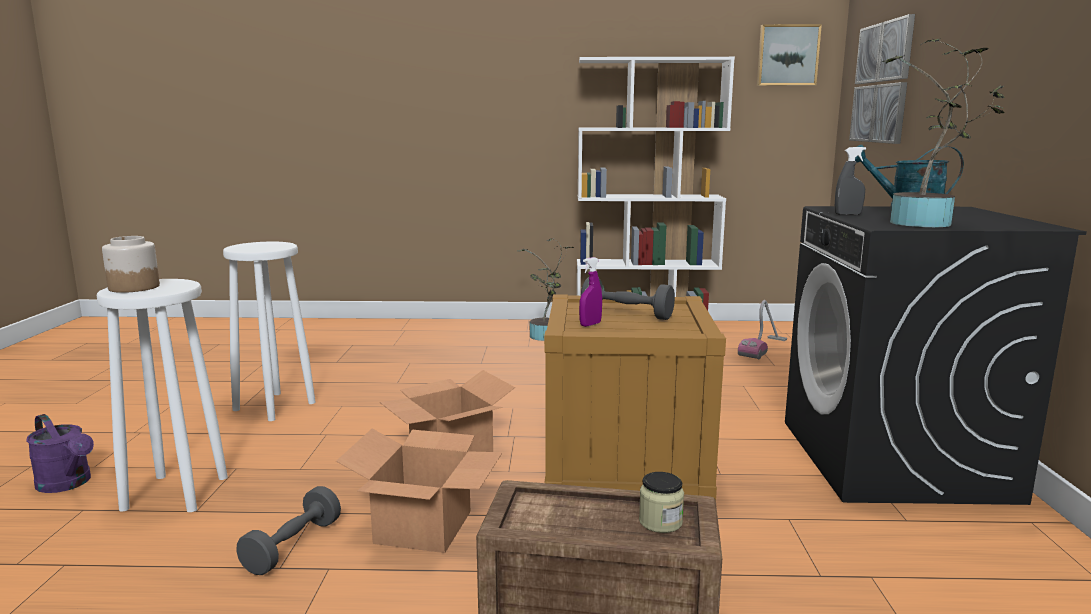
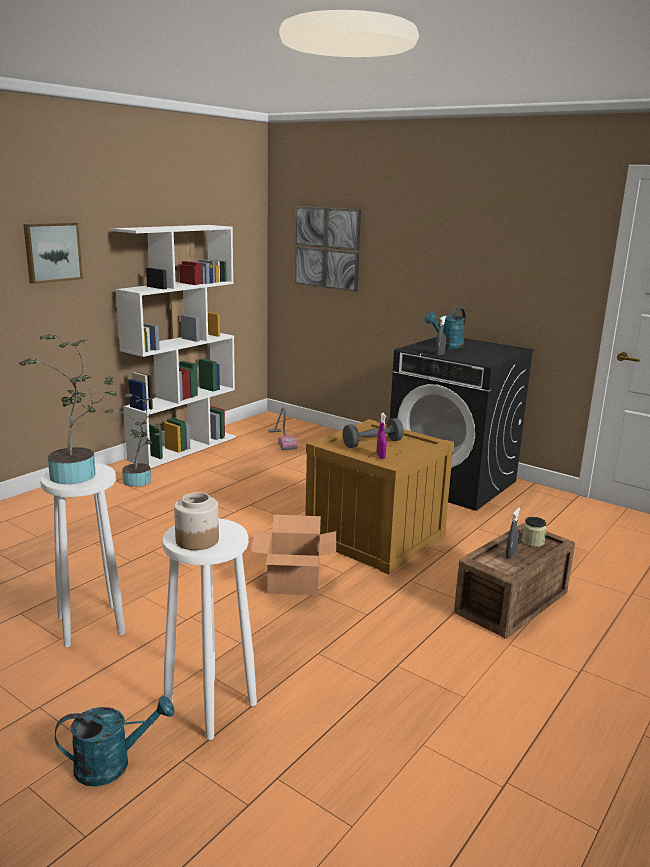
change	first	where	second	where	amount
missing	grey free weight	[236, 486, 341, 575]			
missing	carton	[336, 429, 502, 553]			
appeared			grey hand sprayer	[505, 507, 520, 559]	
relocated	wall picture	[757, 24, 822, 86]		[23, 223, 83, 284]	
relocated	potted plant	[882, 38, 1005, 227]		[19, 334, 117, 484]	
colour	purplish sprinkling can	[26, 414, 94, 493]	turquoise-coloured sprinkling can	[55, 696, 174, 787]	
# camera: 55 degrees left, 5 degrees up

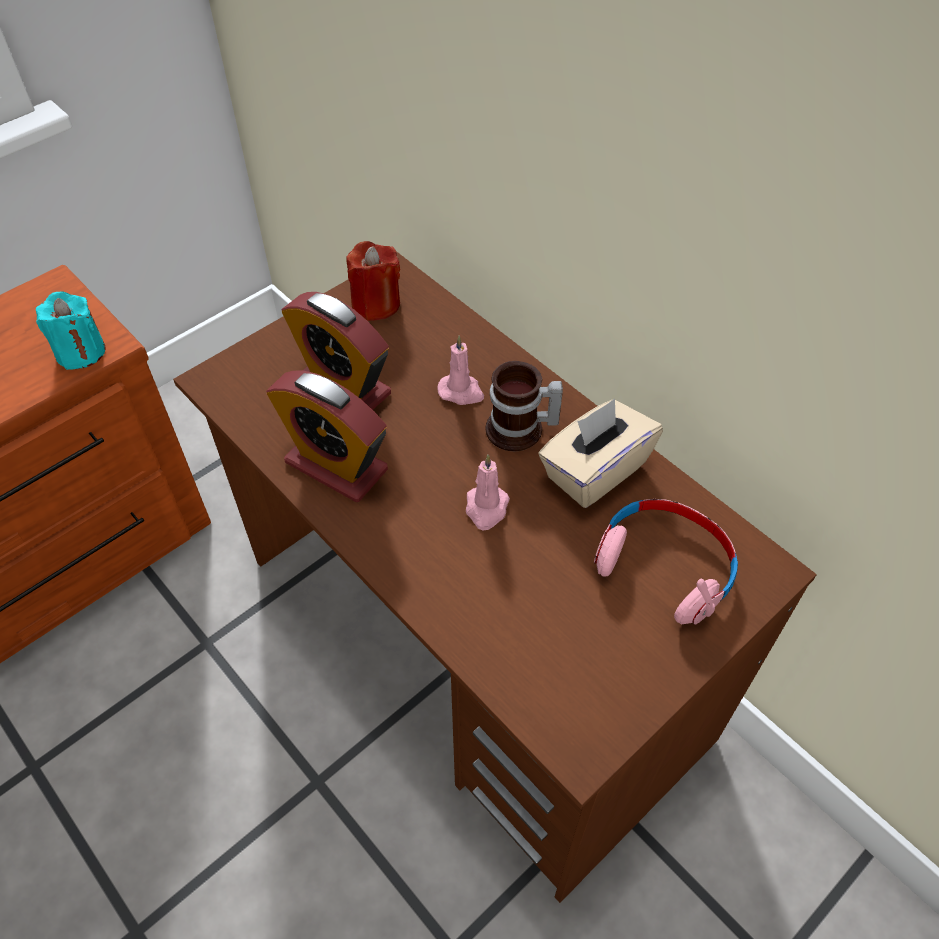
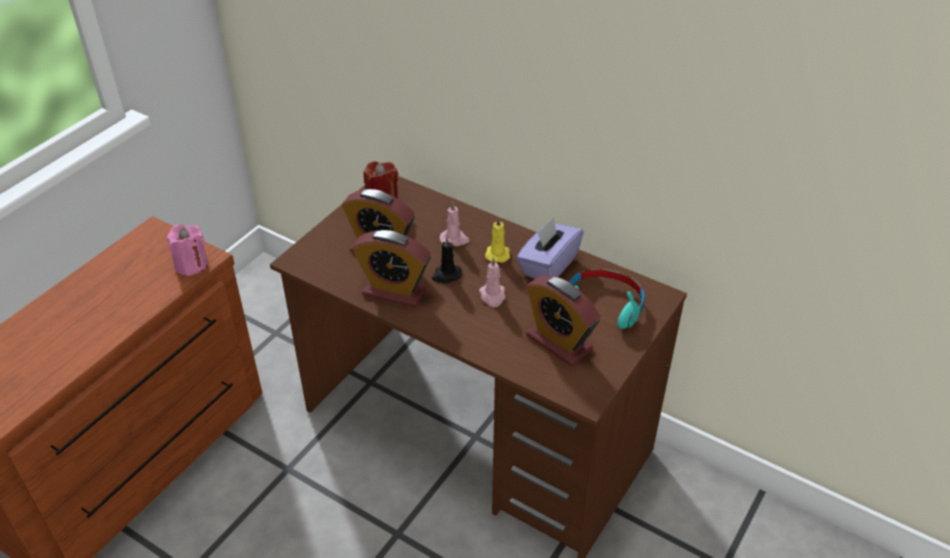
change	first	where	second	where	amount
appeared			black wax light	[432, 236, 462, 283]	
appeared			alarm clock	[526, 275, 600, 366]	
exchanged	mug	[486, 361, 563, 451]	yellow-coloured wax light	[485, 216, 510, 263]	
colour	turquoise-coloured wax light	[36, 292, 106, 370]	pink wax light	[167, 224, 208, 276]	
colour	sand-coloured tissue holder	[538, 399, 663, 508]	purplish tissue holder	[517, 218, 584, 279]	
colour	pink headphones	[594, 499, 738, 625]	turquoise-coloured headphones	[569, 269, 645, 329]	
# camera: 15 degrees left, 10 degrees down

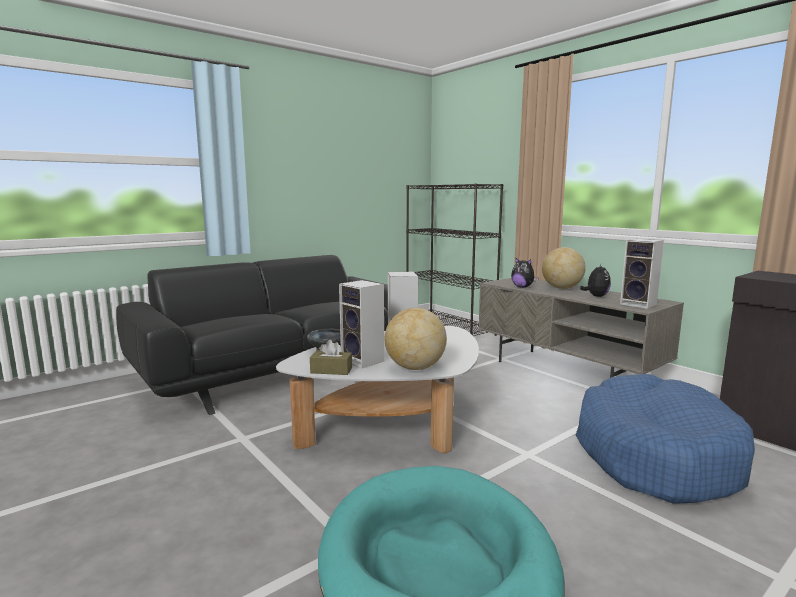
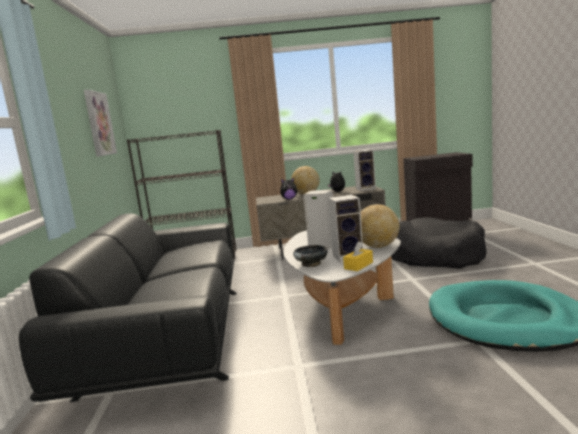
change	first	where	second	where	amount
appeared			wall picture	[84, 90, 117, 157]	
colour	brown-coloured tissue holder	[310, 340, 352, 375]	yellow-coloured tissue holder	[343, 241, 373, 271]	
colour	bluish pet bed	[576, 374, 755, 504]	black pet bed	[391, 217, 486, 269]	
# camera: 55 degrees left, 0 degrees up

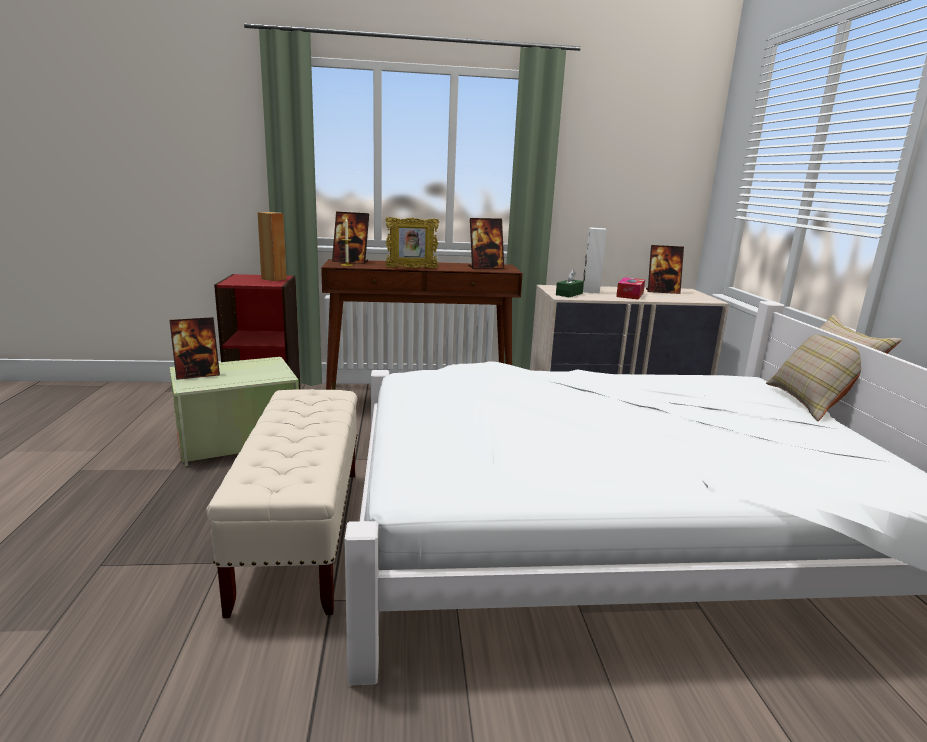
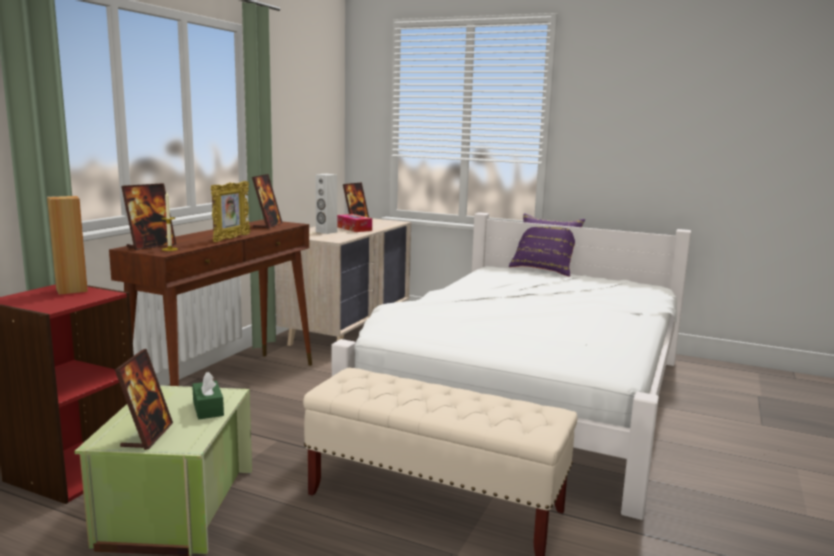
change	first	where	second	where	amount
relocated	green-coloured tissue holder	[556, 270, 584, 297]		[192, 371, 224, 419]	
colour	sand-coloured pillow	[766, 314, 902, 421]	purplish pillow	[509, 214, 585, 276]	
# camera: 60 degrees left, 5 degrees down

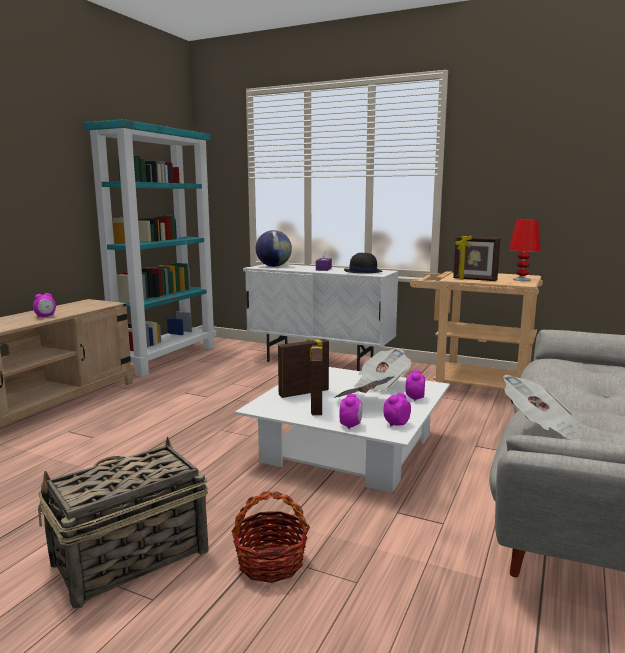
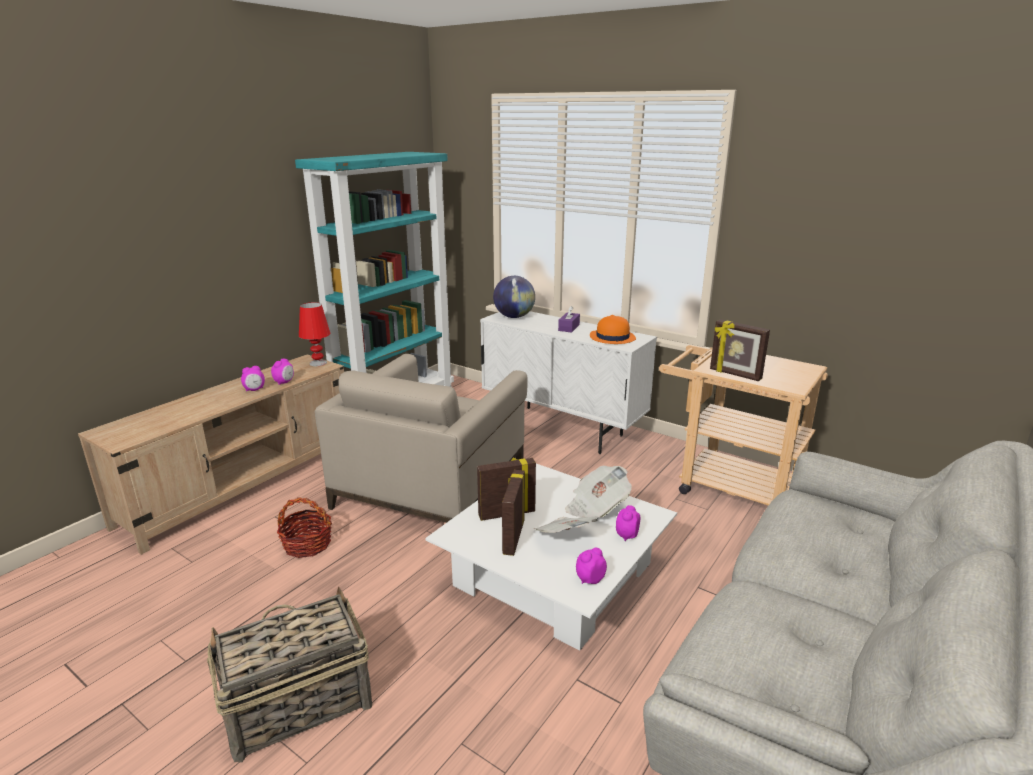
change	first	where	second	where	amount
missing	printed paper	[503, 375, 580, 441]			
appeared			sand-coloured easy chair	[315, 354, 528, 523]	
relocated	storage basket	[231, 491, 310, 583]		[277, 497, 332, 558]	
relocated	alarm clock	[339, 394, 362, 429]		[271, 359, 294, 385]	
relocated	red tabletop lamp	[509, 219, 541, 281]		[299, 302, 330, 366]	
colour	black clothing hat	[344, 253, 382, 273]	orangey clothing hat	[590, 315, 636, 344]	
# camera: 10 degrees right, 10 degrees up

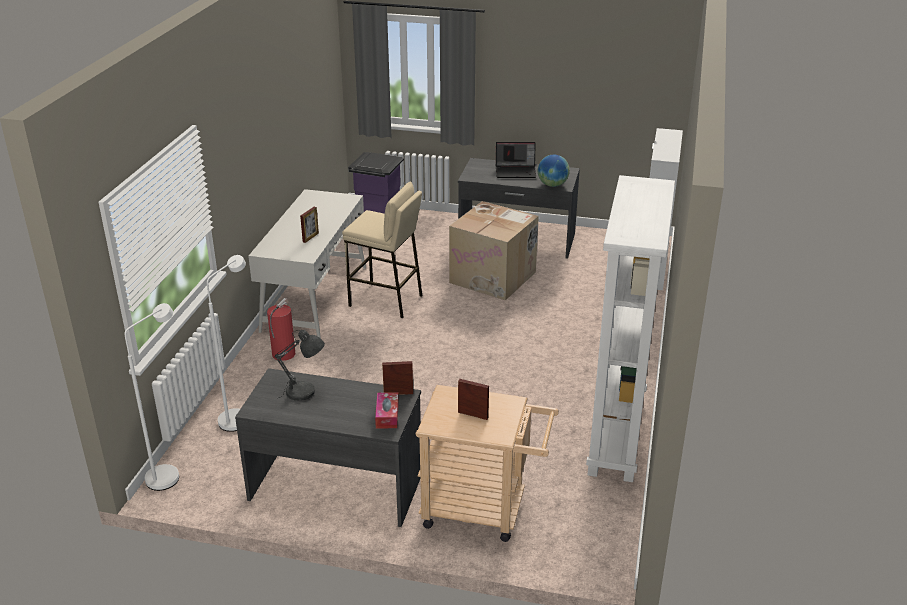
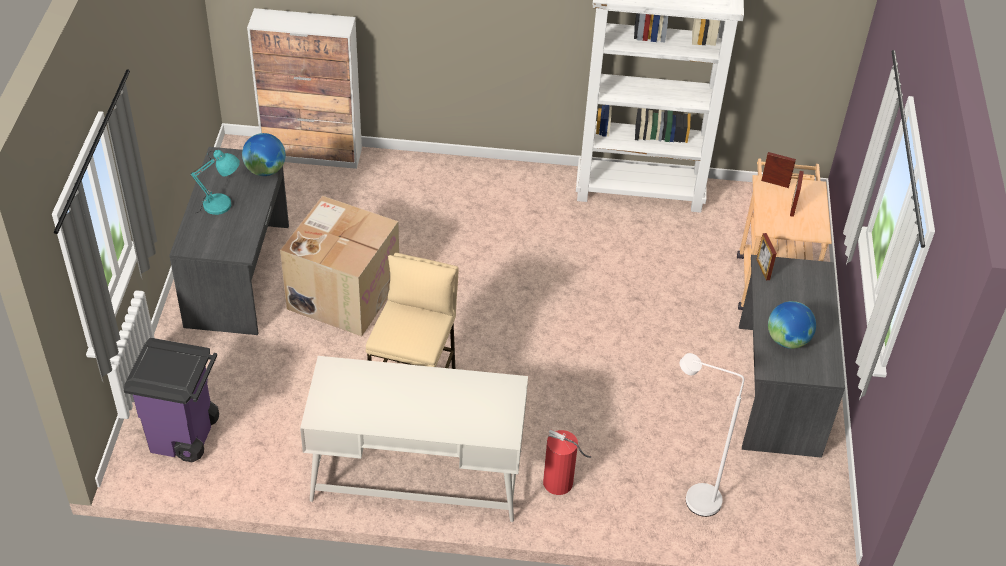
change	first	where	second	where	amount
missing	whitish floor lamp	[125, 303, 179, 491]			
missing	tissue holder	[375, 392, 399, 428]			
relocated	picture frame	[300, 207, 319, 243]		[761, 152, 796, 188]	
exchanged	grey tabletop lamp	[274, 330, 325, 401]	desk globe	[768, 301, 816, 349]	
exchanged	notebook computer	[496, 142, 536, 178]	turquoise-coloured tabletop lamp	[190, 150, 240, 215]	
# camera: 100 degrees left, 15 degrees up

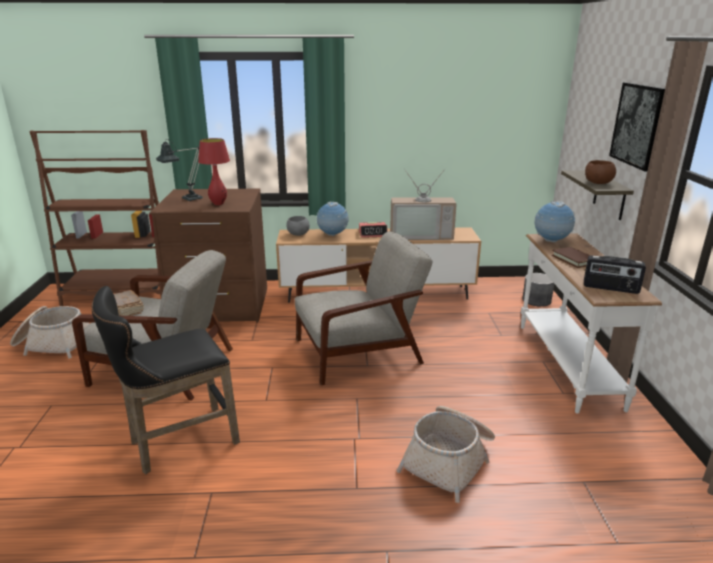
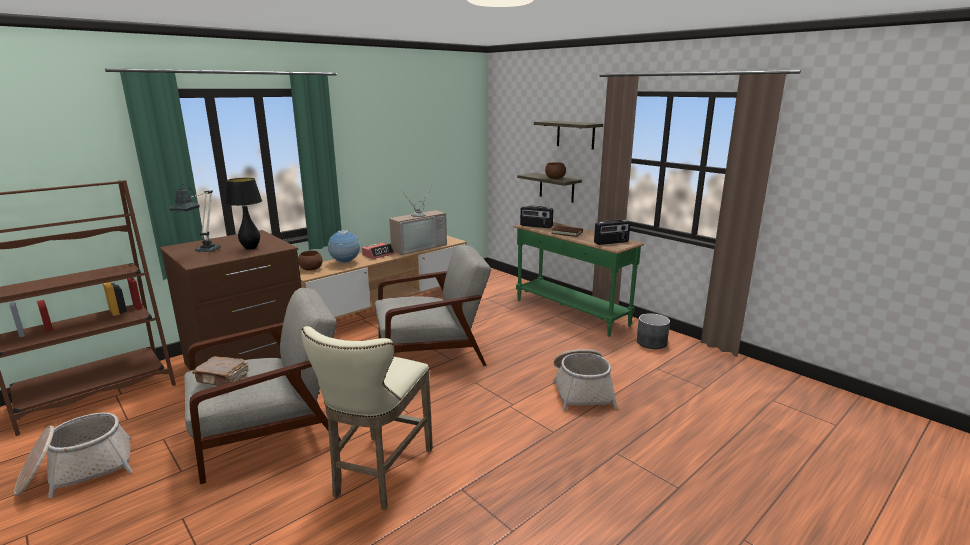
change	first	where	second	where	amount
relocated	grey flower pot	[522, 273, 554, 307]		[637, 313, 670, 349]	
exchanged	desk globe	[534, 201, 575, 242]	radio	[520, 206, 553, 228]	
exchanged	wall picture	[609, 82, 665, 172]	wall shelf	[534, 121, 603, 150]	
colour	black stool seat	[92, 286, 240, 474]	sand-coloured stool seat	[301, 326, 433, 510]	
colour	red tabletop lamp	[198, 138, 230, 205]	black tabletop lamp	[226, 178, 262, 250]	
colour	grey deep dish	[287, 216, 310, 236]	brown-coloured deep dish	[298, 251, 323, 271]	
colour	whitish console table	[521, 234, 662, 414]	green-coloured console table	[513, 222, 644, 337]	
spun	grey easy chair	[295, 231, 432, 385]		[375, 244, 491, 366]	45 degrees clockwise
# camera: 40 degrees left, 5 degrees down

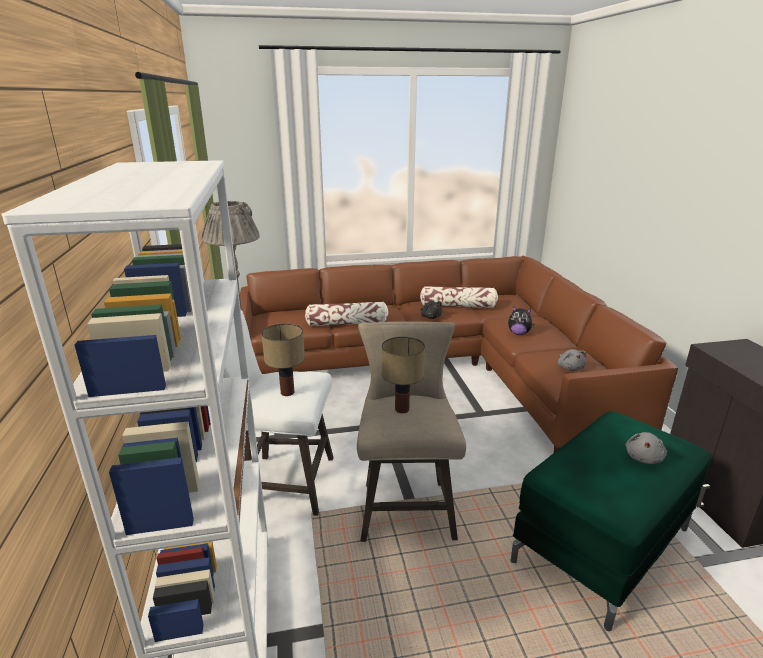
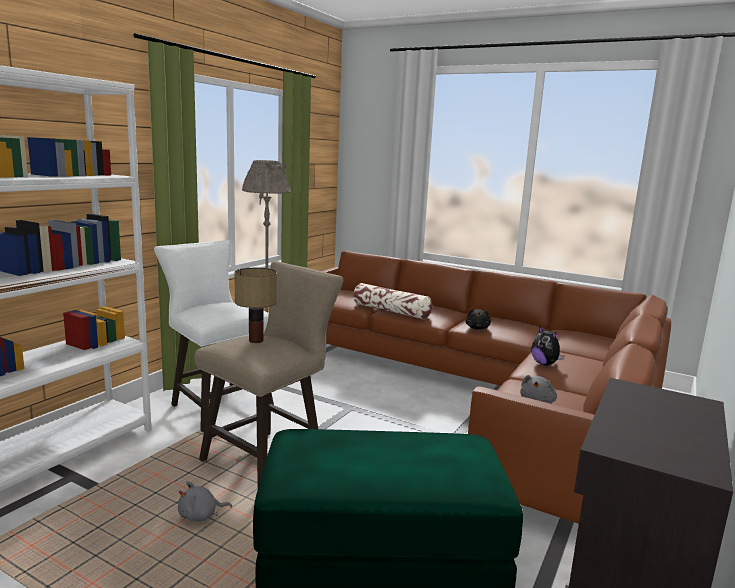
change	first	where	second	where	amount
missing	tabletop lamp	[261, 324, 305, 396]			
missing	pillow	[420, 286, 498, 308]			
relocated	grey soft toy	[625, 432, 667, 464]		[178, 481, 232, 522]	
# camera: 40 degrees right, 10 degrees down

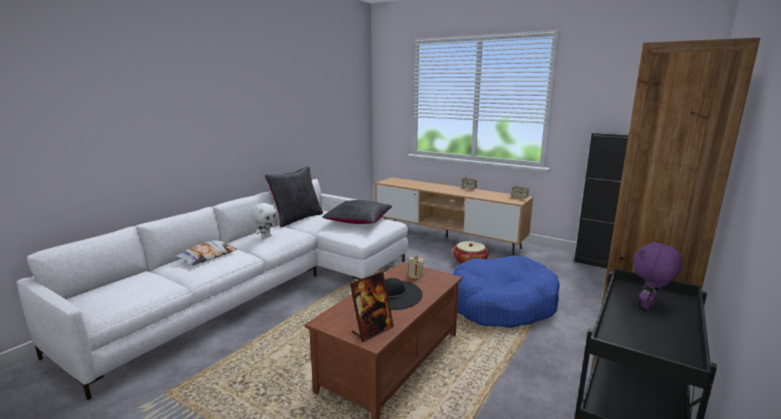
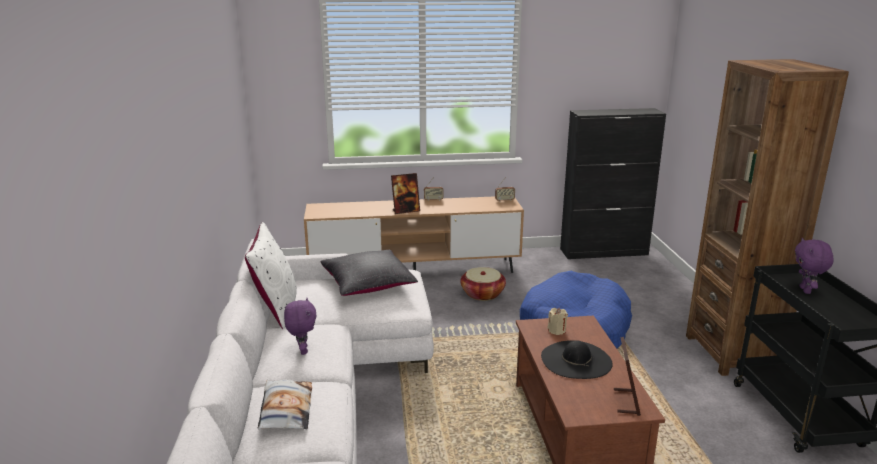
change	first	where	second	where	amount
appeared			picture frame	[391, 173, 420, 214]	
colour	whitish soft toy	[251, 203, 277, 239]	purplish soft toy	[284, 298, 317, 355]	
colour	black pillow	[265, 166, 323, 227]	whitish pillow	[245, 222, 297, 329]	
# camera: 40 degrees left, 5 degrees up

